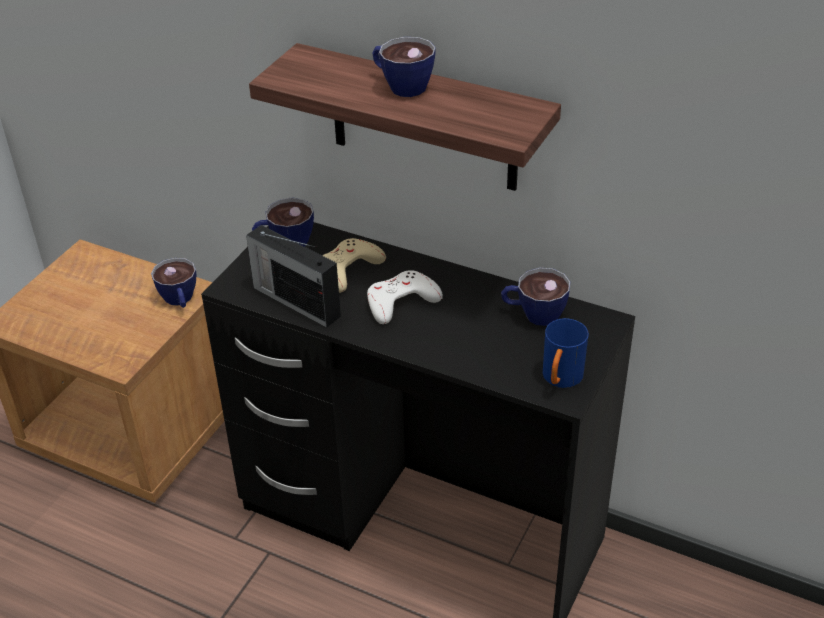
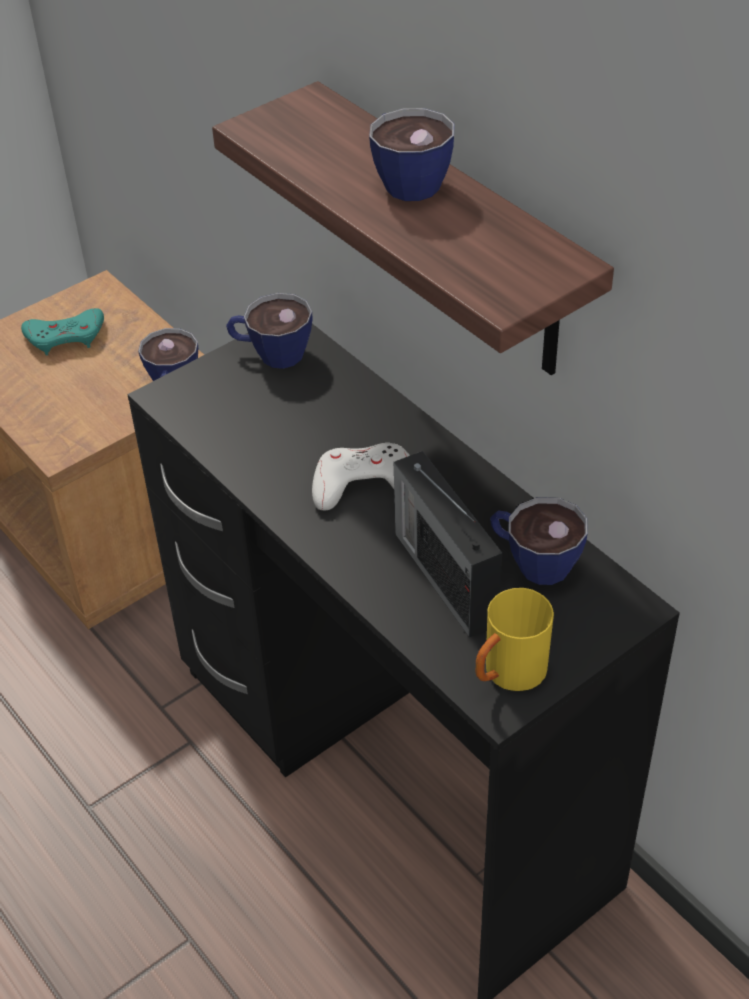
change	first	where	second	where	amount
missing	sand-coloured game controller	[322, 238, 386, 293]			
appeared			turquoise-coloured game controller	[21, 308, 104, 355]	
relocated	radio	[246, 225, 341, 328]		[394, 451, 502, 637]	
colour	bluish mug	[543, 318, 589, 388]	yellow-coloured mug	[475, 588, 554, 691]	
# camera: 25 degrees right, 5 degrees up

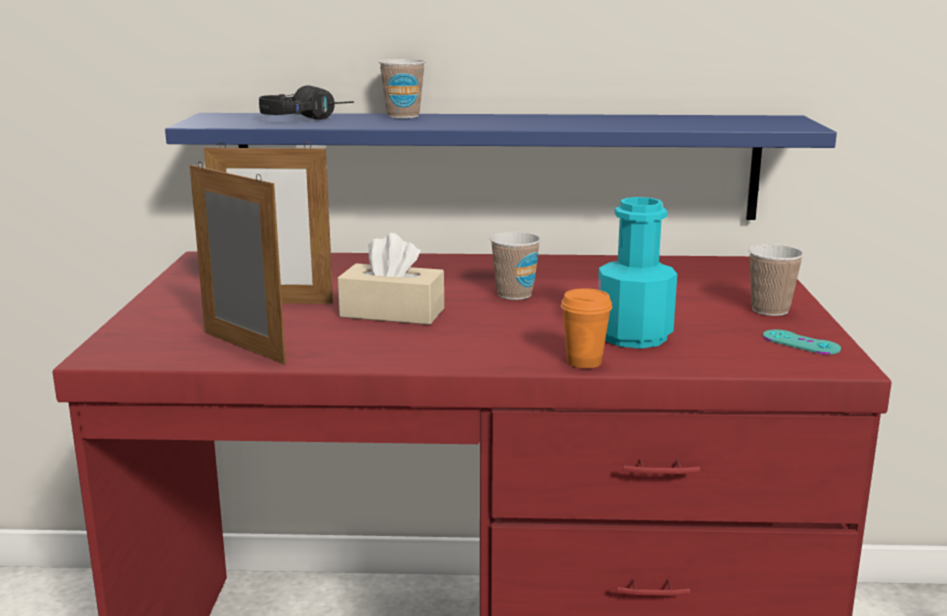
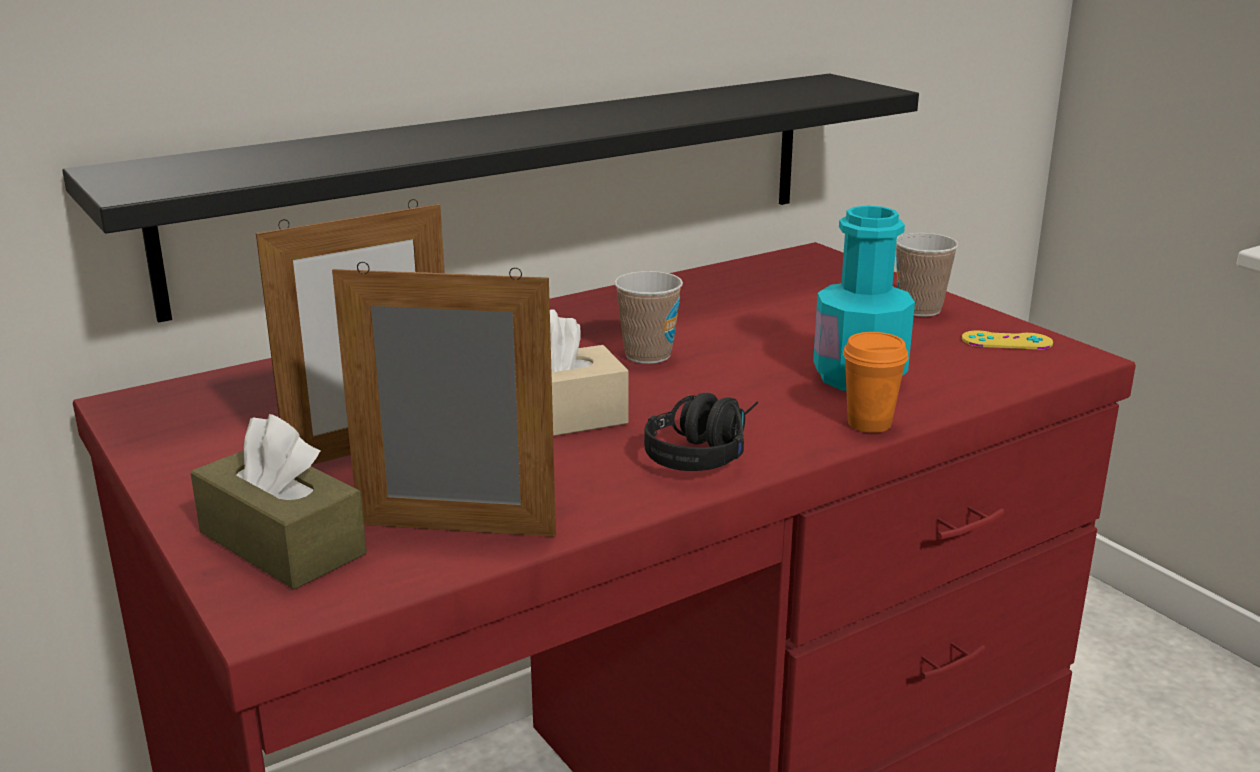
change	first	where	second	where	amount
missing	small cup	[379, 59, 426, 119]			
appeared			brown-coloured tissue holder	[190, 414, 367, 590]	
relocated	black headphones	[259, 86, 354, 120]		[644, 392, 758, 471]	
colour	bluish wall shelf	[165, 113, 837, 220]	black wall shelf	[62, 73, 919, 323]	
colour	turquoise-coloured game controller	[763, 330, 841, 354]	yellow-coloured game controller	[962, 330, 1053, 350]	
# camera: 35 degrees left, 5 degrees up

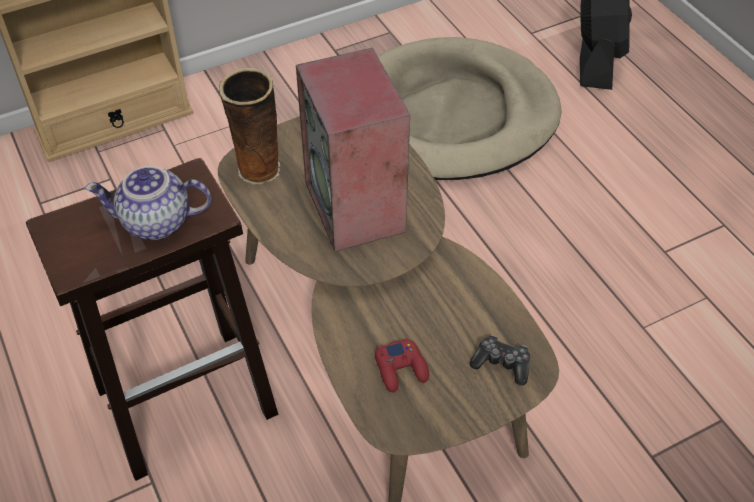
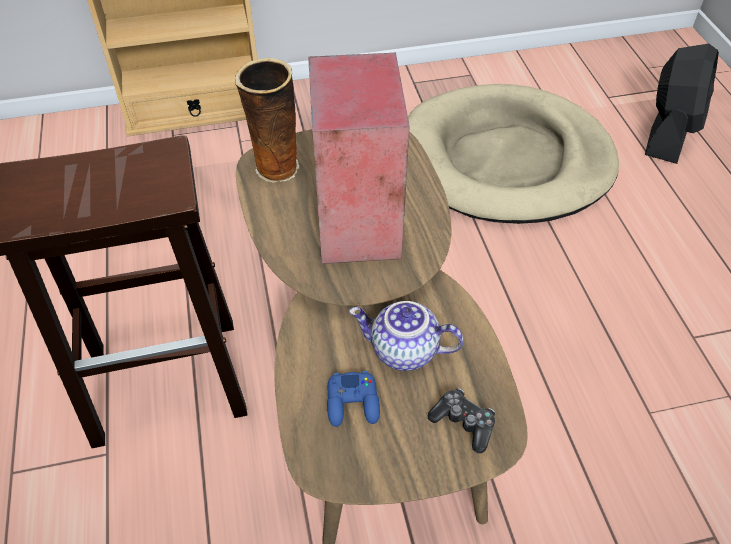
change	first	where	second	where	amount
relocated	tea pot	[85, 166, 211, 240]		[349, 301, 464, 371]	
colour	red game controller	[375, 338, 429, 392]	bluish game controller	[327, 371, 380, 427]	
# camera: 15 degrees right, 0 degrees up

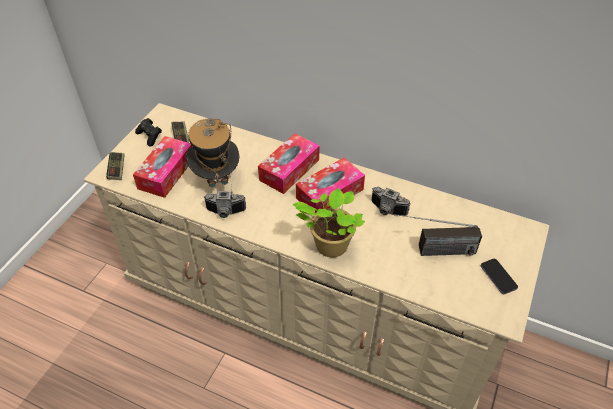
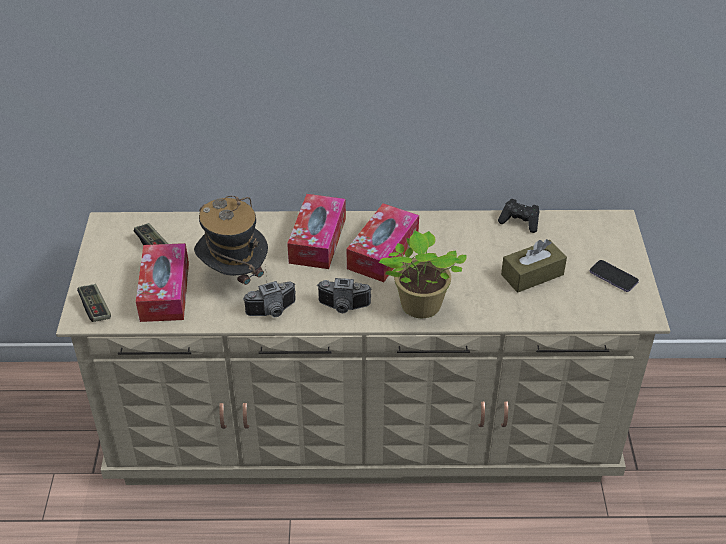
change	first	where	second	where	amount
relocated	black game controller	[135, 118, 162, 146]		[498, 199, 539, 233]	
relocated	photo camera	[371, 187, 411, 216]		[317, 278, 372, 313]	
exchanged	radio	[394, 214, 482, 256]	brown-coloured tissue holder	[501, 239, 567, 293]	
# camera: 25 degrees left, 5 degrees down

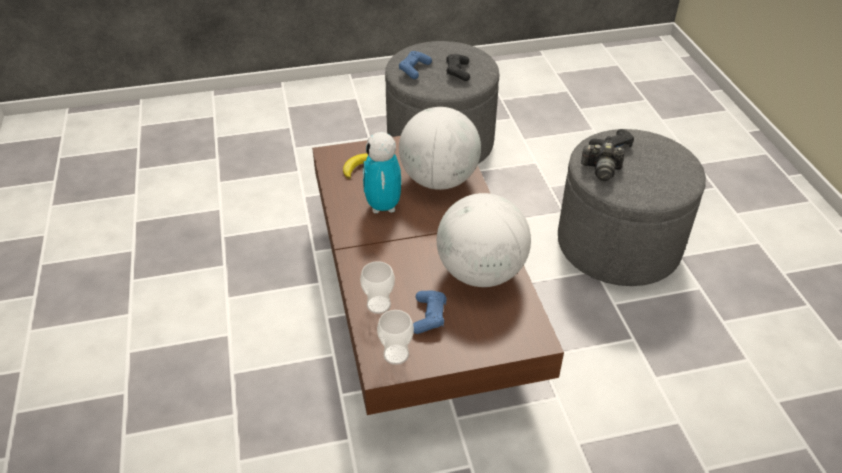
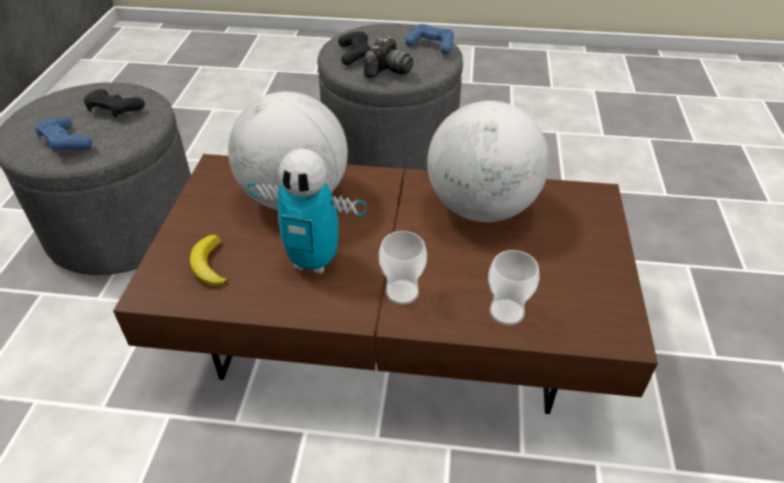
change	first	where	second	where	amount
relocated	small cup	[377, 310, 414, 365]		[379, 231, 427, 305]	
relocated	bluish game controller	[413, 291, 447, 334]		[405, 24, 454, 54]	
# camera: 70 degrees left, 0 degrees up

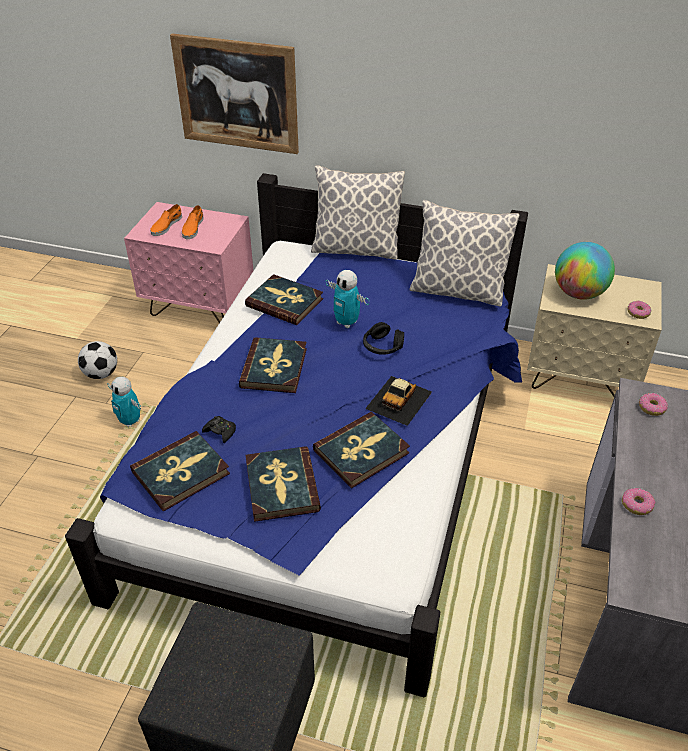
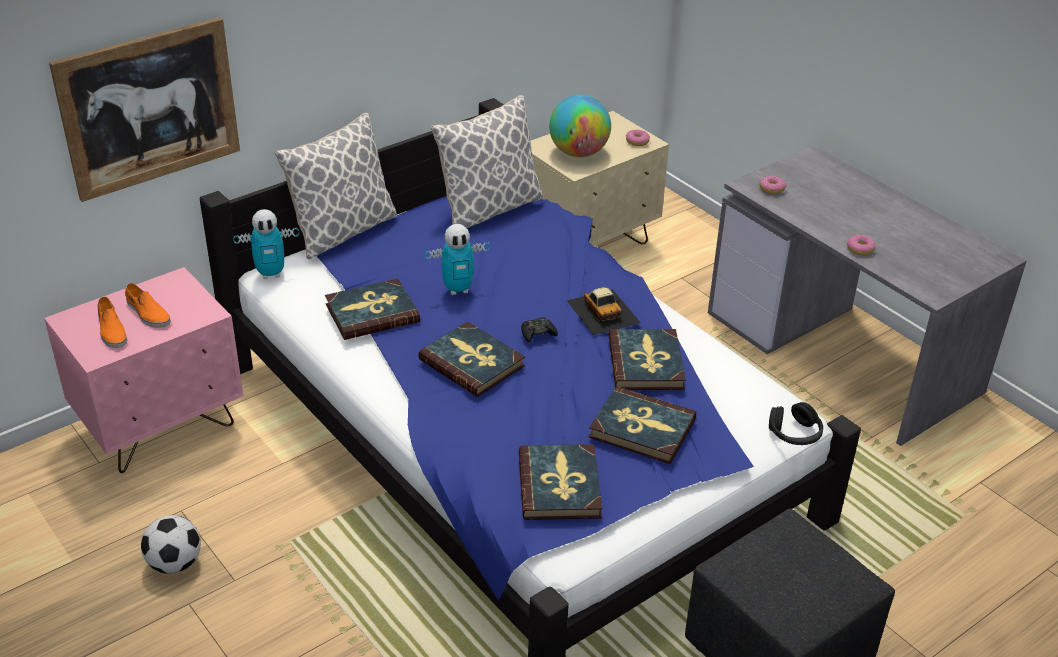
change	first	where	second	where	amount
relocated	toy robot	[107, 377, 141, 427]		[233, 209, 299, 279]	
relocated	black game controller	[202, 416, 236, 443]		[521, 317, 558, 342]	
relocated	black headphones	[363, 322, 404, 355]		[769, 402, 823, 445]	
# camera: 55 degrees left, 5 degrees down

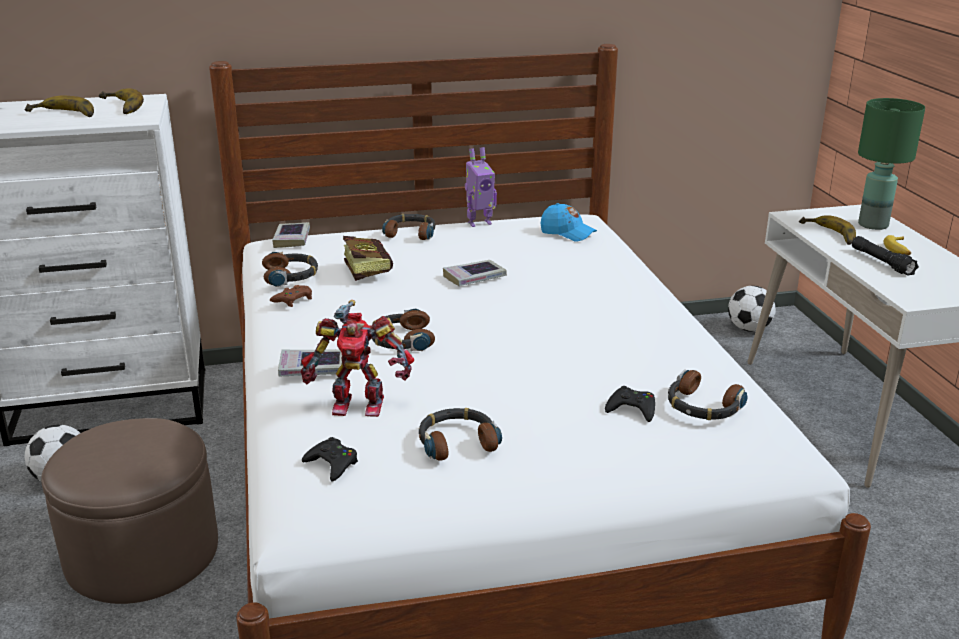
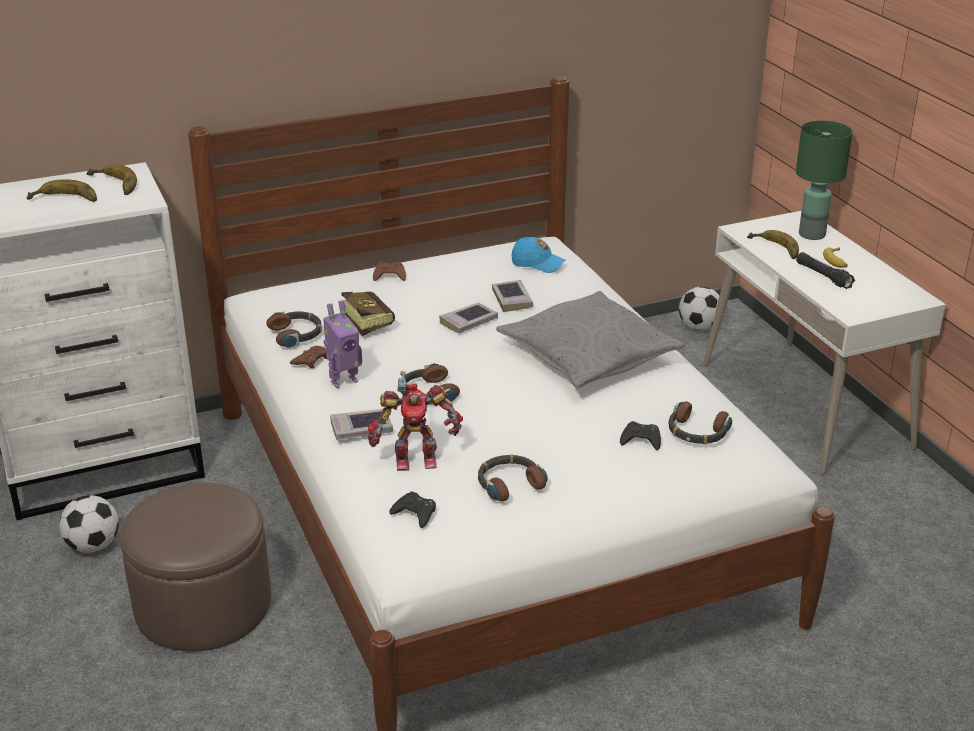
change	first	where	second	where	amount
appeared			grey pillow	[496, 291, 685, 388]	
relocated	volume	[272, 222, 310, 248]		[492, 280, 533, 312]	
relocated	toy robot	[465, 147, 497, 227]		[323, 300, 362, 388]	
exchanged	headphones	[382, 214, 435, 240]	brown-coloured game controller	[373, 262, 406, 281]	
# camera: 10 degrees left, 5 degrees up

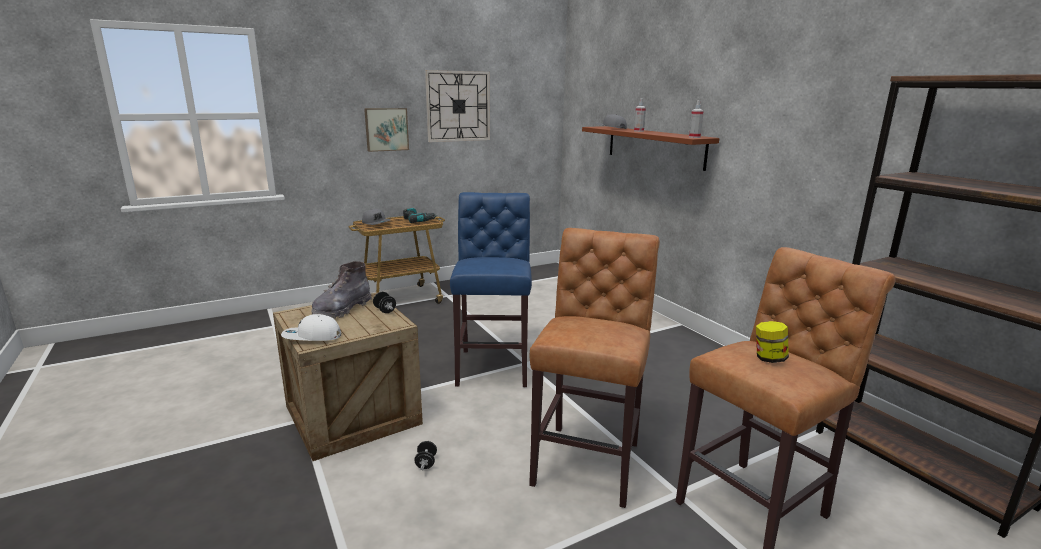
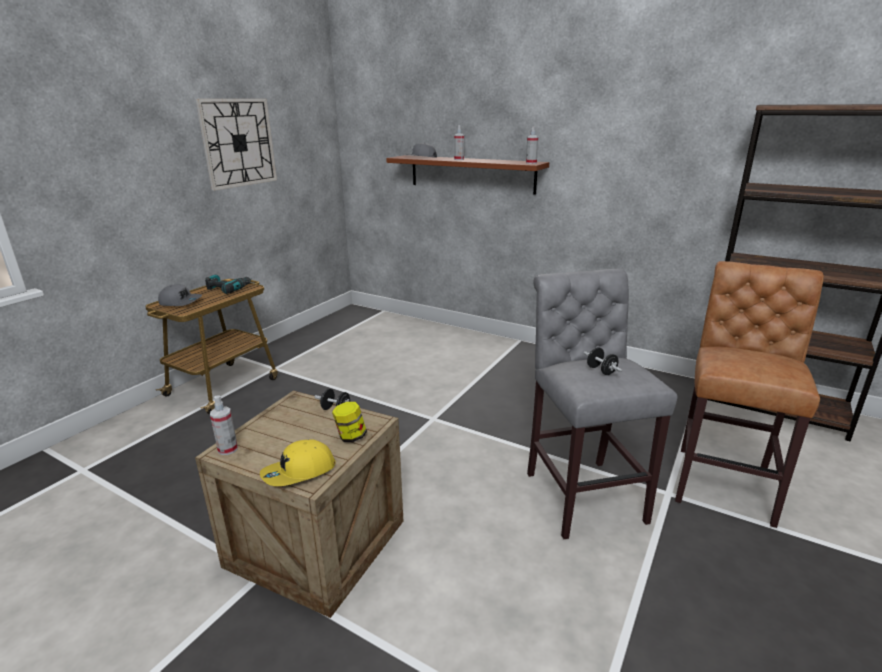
change	first	where	second	where	amount
missing	grey boot	[311, 261, 372, 319]			
missing	wall picture	[364, 108, 409, 152]			
missing	bluish stool seat	[450, 192, 532, 387]			
appeared			hand sprayer	[210, 396, 238, 455]	
relocated	black free weight	[414, 441, 437, 470]		[584, 347, 622, 375]	
relocated	jar	[756, 321, 789, 363]		[332, 402, 367, 442]	
colour	whitish cap	[281, 314, 341, 341]	yellow-coloured cap	[260, 440, 336, 486]	
colour	brown-coloured stool seat	[529, 228, 660, 508]	grey stool seat	[527, 269, 678, 539]	
# camera: 30 degrees left, 5 degrees up

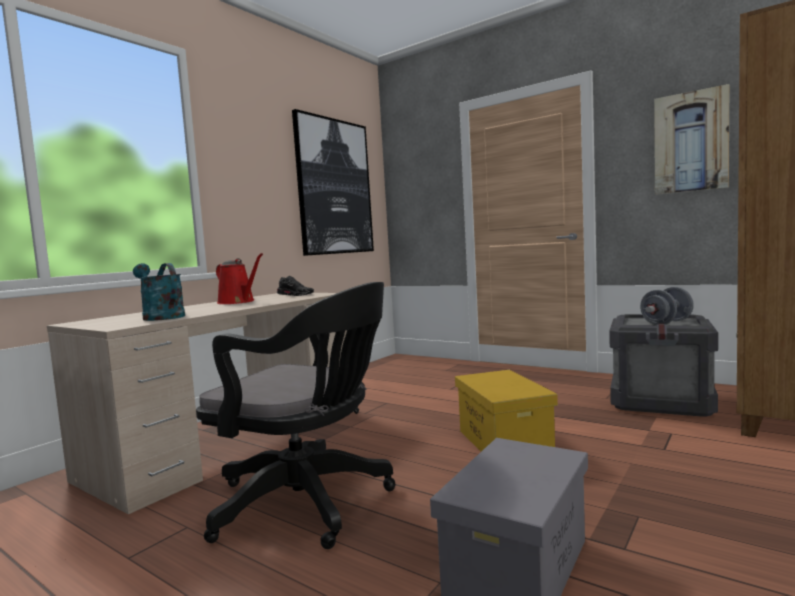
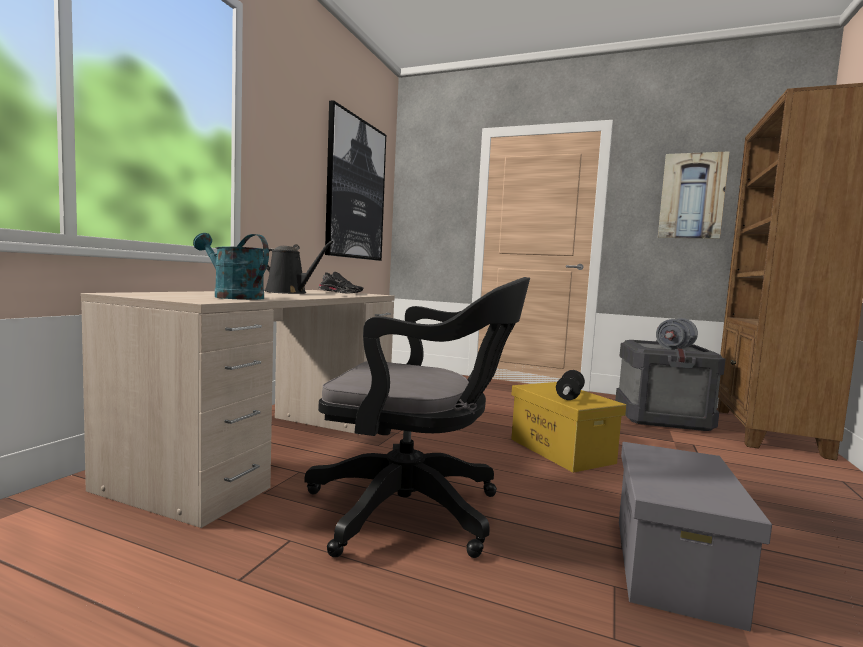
change	first	where	second	where	amount
appeared			free weight	[556, 370, 585, 400]	
colour	red sprinkling can	[216, 253, 263, 304]	black sprinkling can	[264, 241, 334, 294]	
# camera: 15 degrees left, 0 degrees up

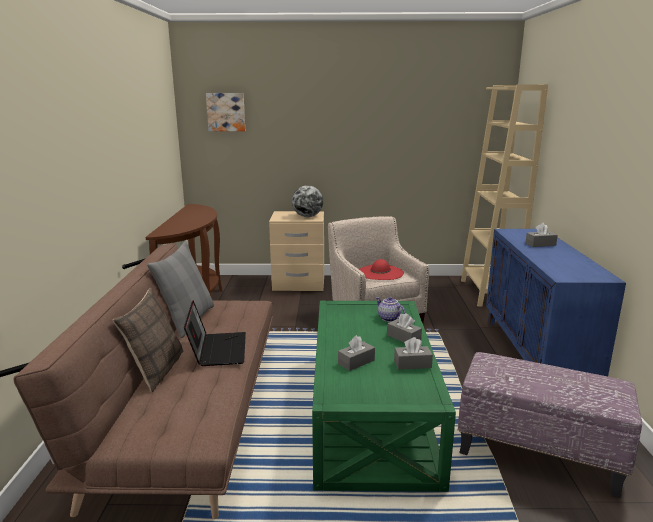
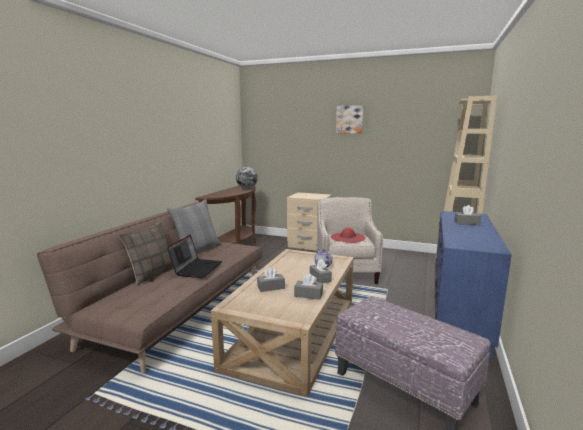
change	first	where	second	where	amount
relocated	wall picture	[206, 93, 245, 131]		[336, 105, 364, 134]	
relocated	desk globe	[292, 185, 323, 217]		[236, 167, 258, 189]	
colour	green-coloured lounge table	[312, 301, 456, 492]	sand-coloured lounge table	[211, 249, 354, 397]	
# camera: 20 degrees right, 5 degrees down

